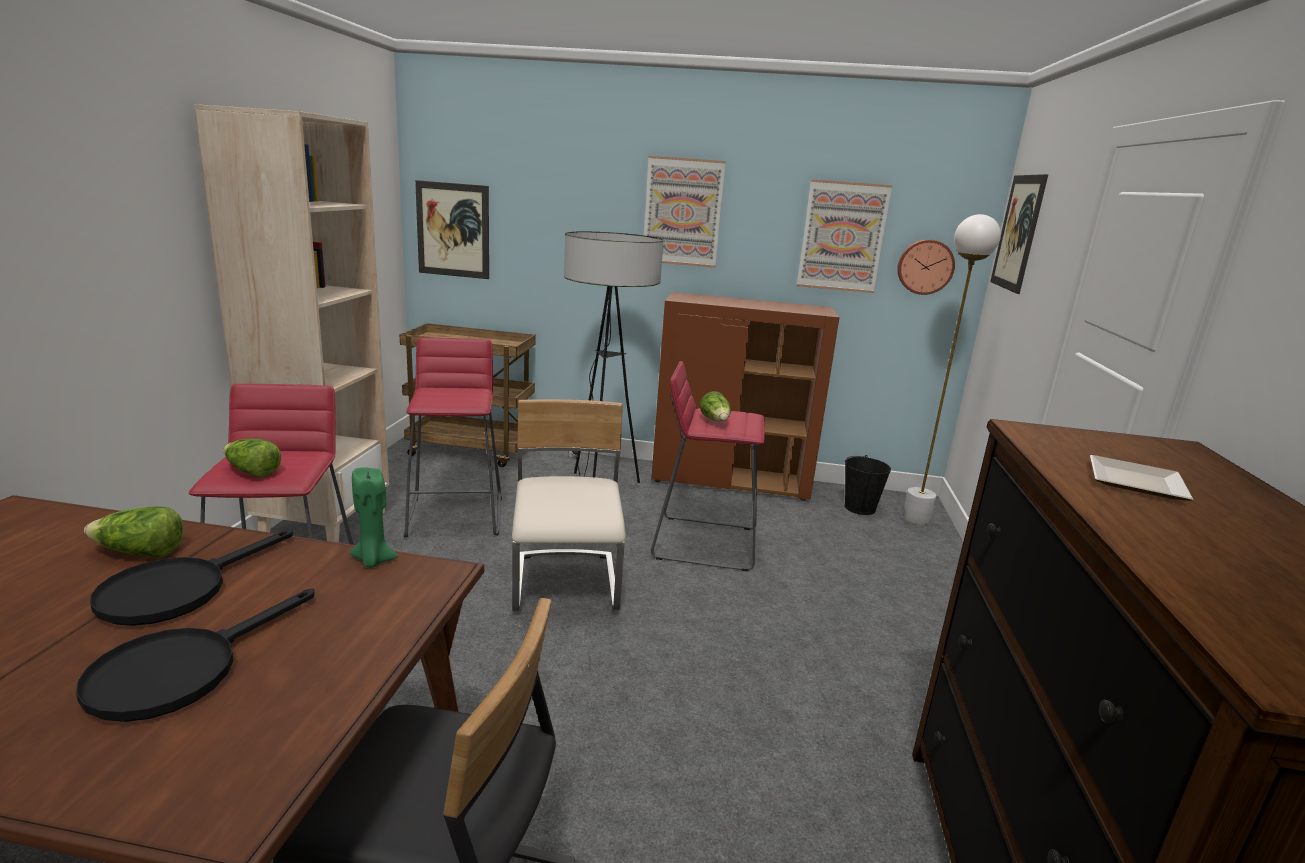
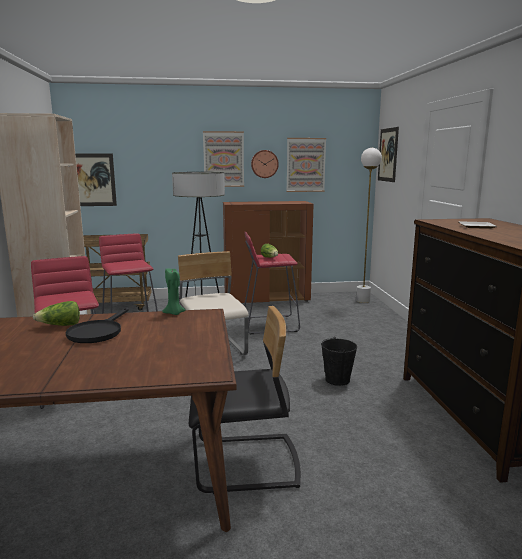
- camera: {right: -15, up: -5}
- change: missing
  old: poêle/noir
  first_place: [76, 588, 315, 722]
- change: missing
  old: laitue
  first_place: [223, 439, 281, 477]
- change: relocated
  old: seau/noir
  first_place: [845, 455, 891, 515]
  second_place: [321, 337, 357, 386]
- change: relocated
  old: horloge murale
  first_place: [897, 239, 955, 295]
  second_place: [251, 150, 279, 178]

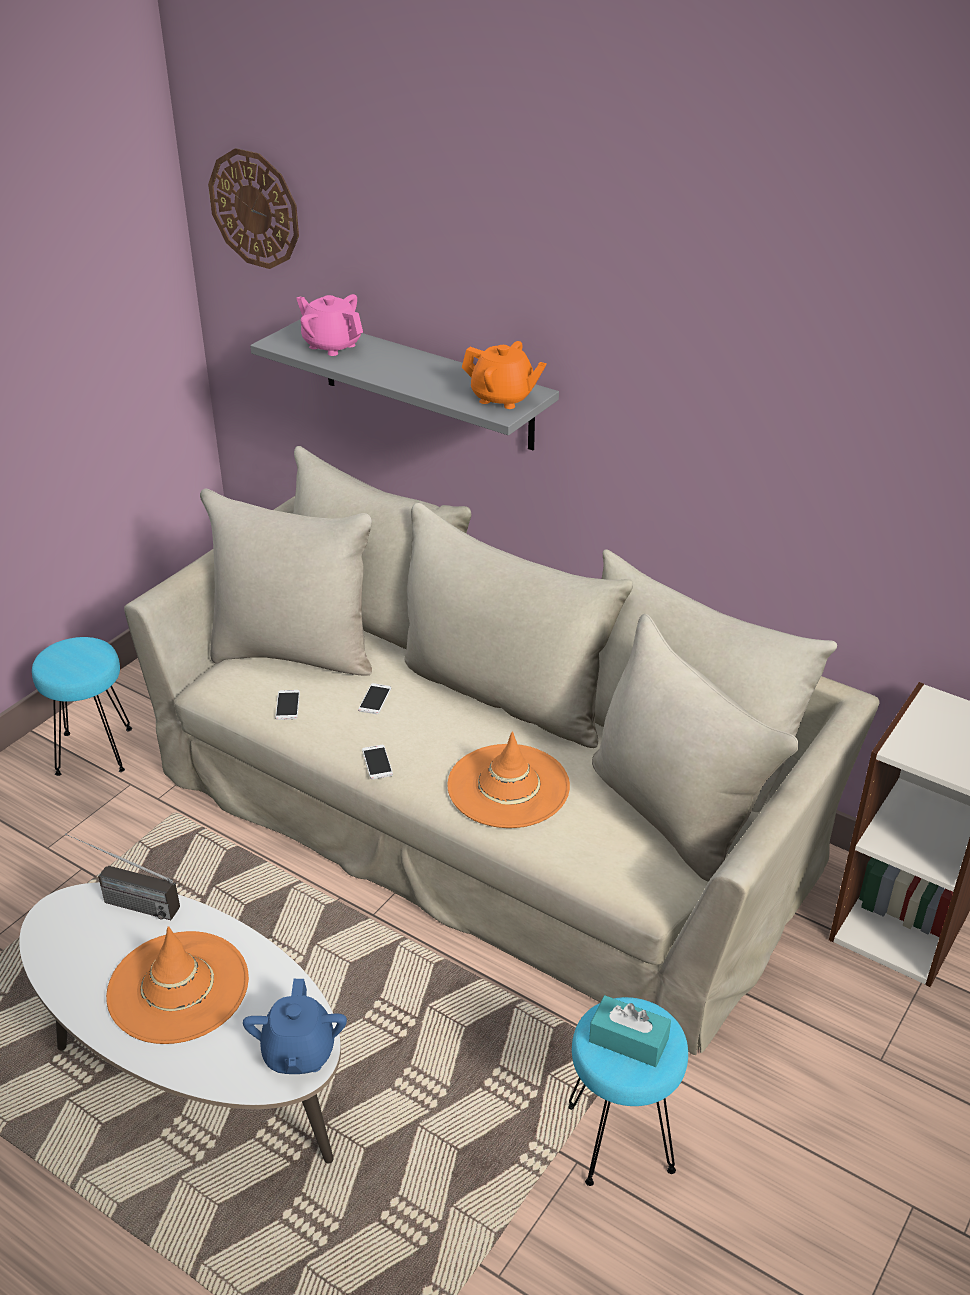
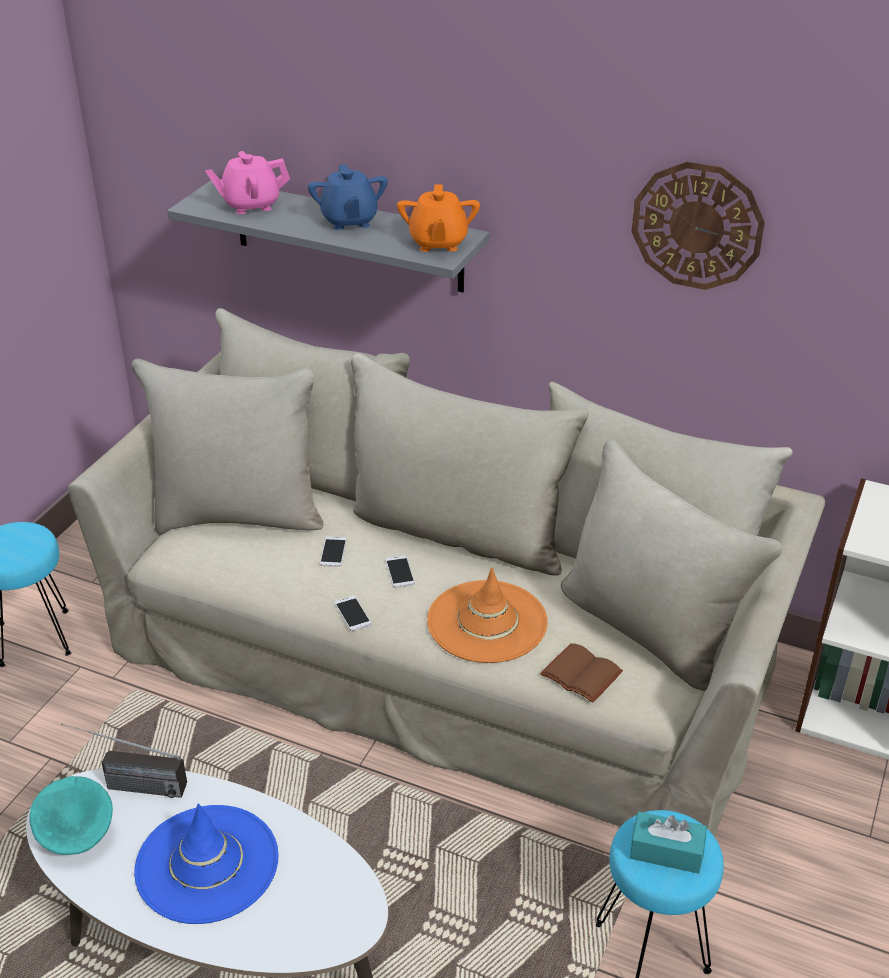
- camera: {right: -10, up: 0}
- change: colour
  old: chapeau/orange
  new: chapeau/bleu
  first_place: [106, 926, 249, 1044]
  second_place: [134, 803, 278, 924]
- change: relocated
  old: horloge murale
  first_place: [208, 148, 299, 269]
  second_place: [632, 161, 765, 290]
- change: relocated
  old: théière/bleu
  first_place: [243, 979, 347, 1074]
  second_place: [308, 164, 388, 230]
- change: relocated
  old: téléphone
  first_place: [275, 690, 300, 720]
  second_place: [385, 555, 415, 588]
- change: spun
  old: théière/rose
  first_place: [296, 294, 363, 356]
  second_place: [205, 151, 290, 214]
  degrees: -45
- change: spun
  old: théière/orange
  first_place: [462, 341, 547, 409]
  second_place: [397, 185, 480, 252]
  degrees: 75
- change: appeared
  new: bol/turquoise
  second_place: [29, 776, 113, 855]
- change: appeared
  new: livre/marron
  second_place: [540, 643, 623, 703]

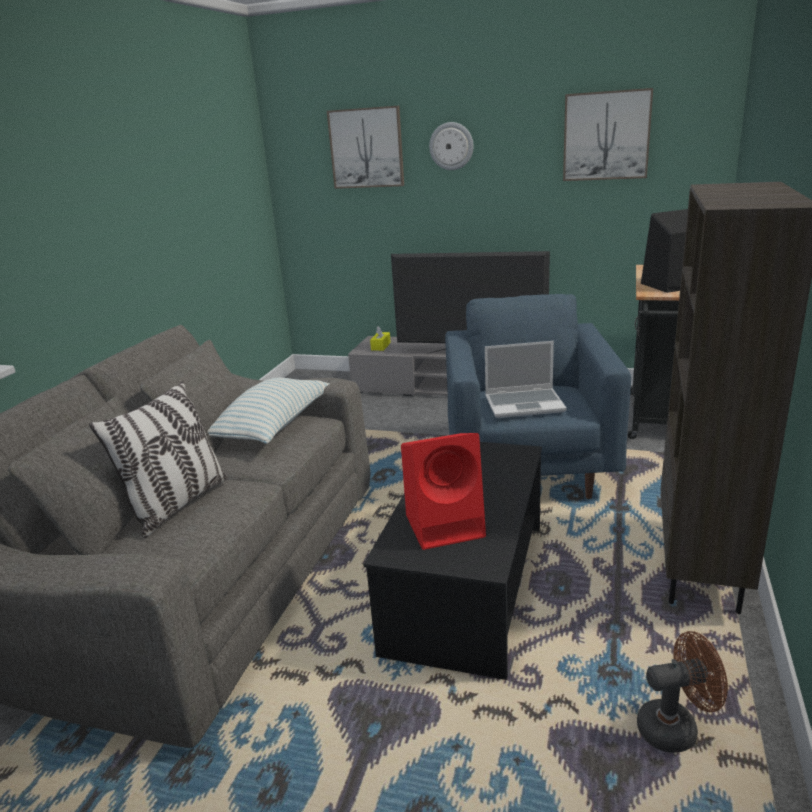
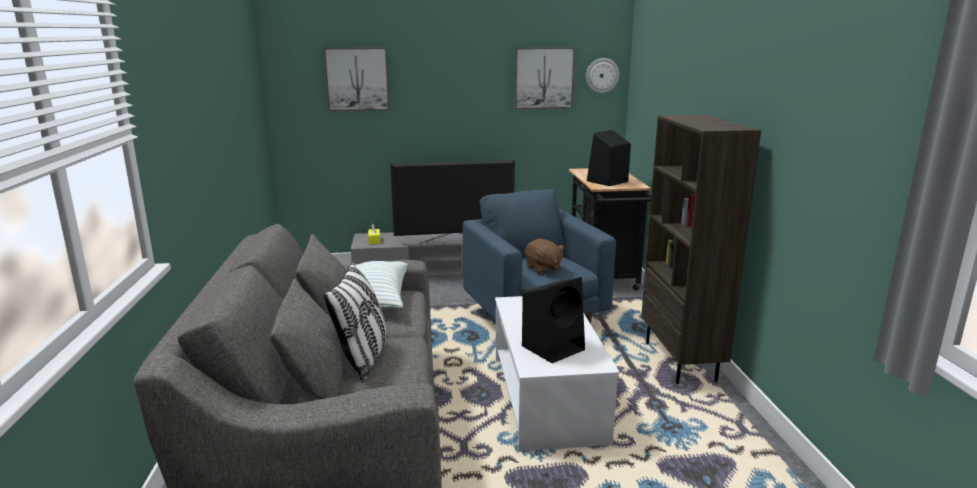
- camera: {right: -25, up: -5}
- change: colour
  old: table basse/noir
  new: table basse/blanc
  first_place: [363, 442, 542, 680]
  second_place: [495, 296, 620, 451]
- change: colour
  old: enceinte/rouge
  new: enceinte/noir
  first_place: [401, 433, 486, 550]
  second_place: [522, 277, 585, 363]
- change: relocated
  old: horloge murale
  first_place: [429, 122, 474, 170]
  second_place: [586, 58, 619, 93]
- change: exchanged
  old: ordinateur portable
  new: peluche/marron
  first_place: [485, 341, 567, 418]
  second_place: [525, 239, 564, 274]
- change: missing
  old: ventilateur/marron
  first_place: [637, 631, 728, 753]

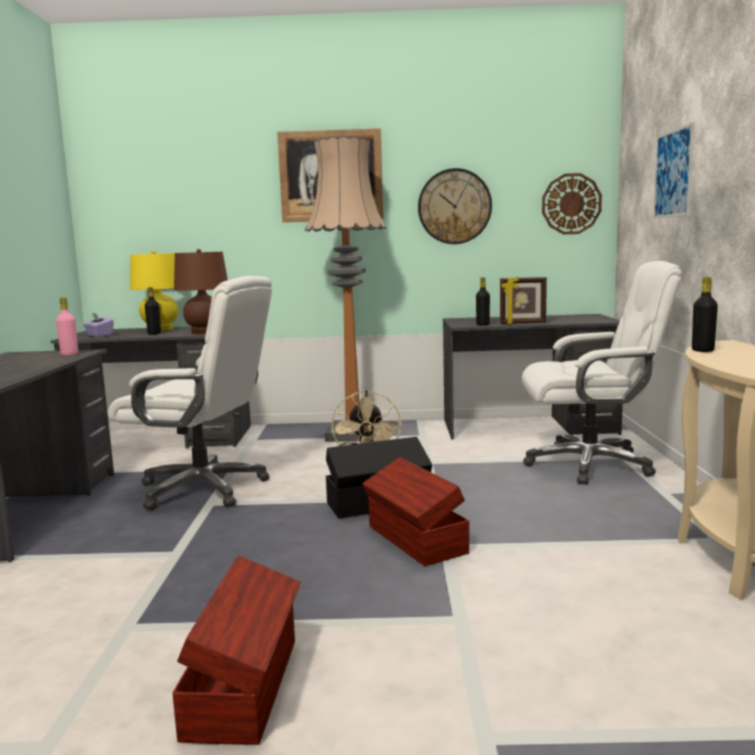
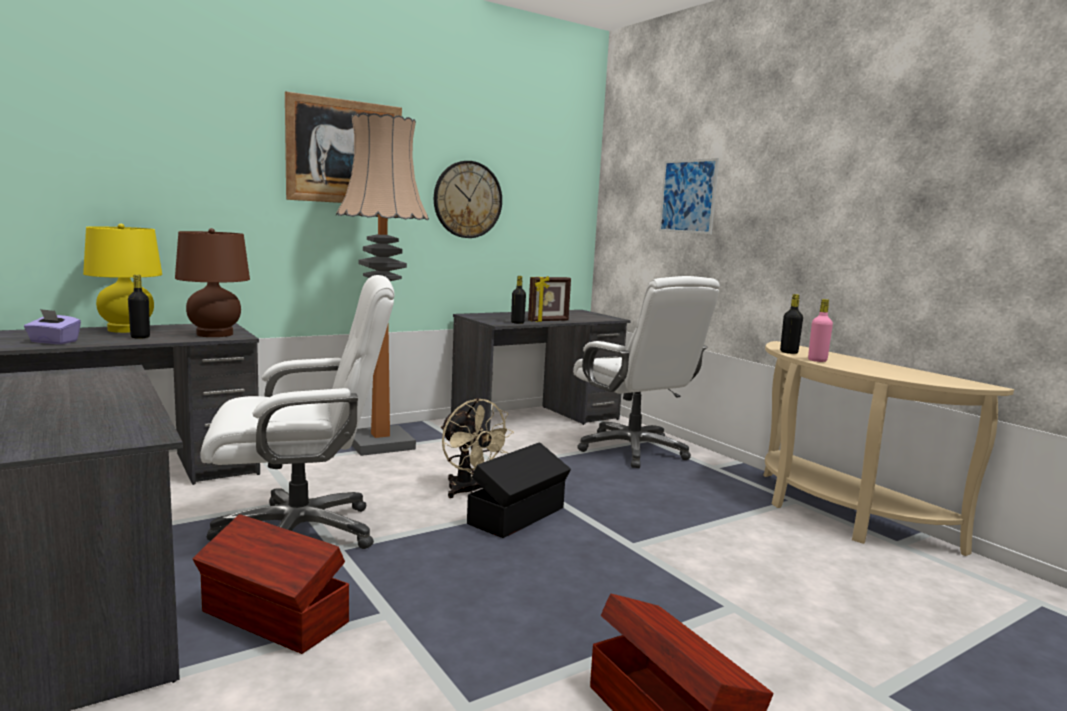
- camera: {right: -35, up: 0}
- change: relocated
  old: bouteille/rose
  first_place: [56, 298, 78, 356]
  second_place: [808, 299, 833, 362]
- change: relocated
  old: boîte de rangement/marron
  first_place: [362, 457, 469, 566]
  second_place: [192, 514, 349, 654]
- change: spun
  old: chaise de bureau/blanc
  first_place: [522, 261, 682, 485]
  second_place: [573, 276, 720, 468]
  degrees: 90
- change: missing
  old: horloge murale
  first_place: [542, 173, 602, 234]

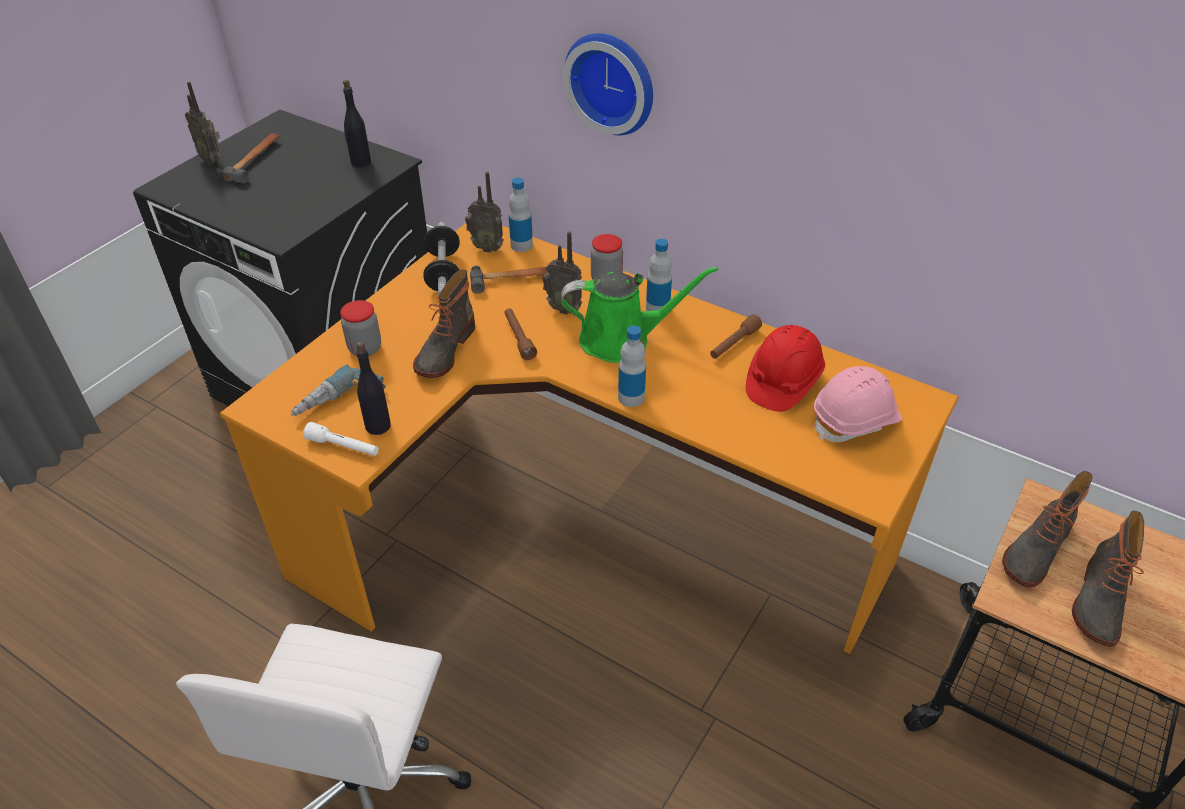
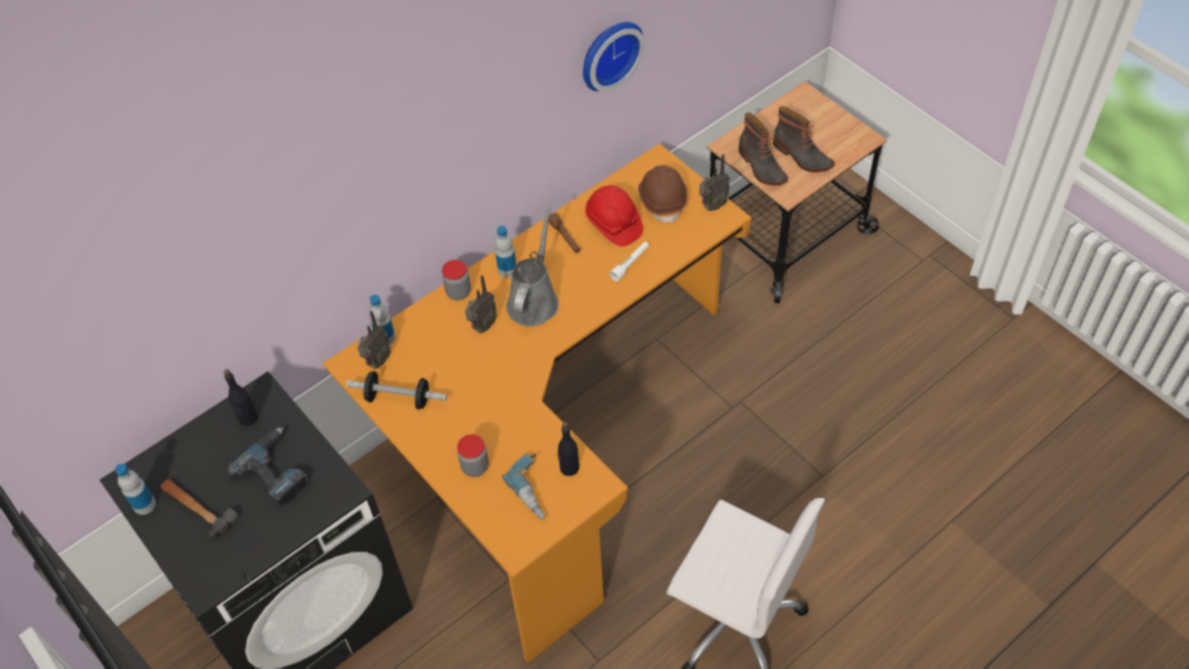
- camera: {right: -70, up: 10}
- change: relocated
  old: radio
  first_place: [185, 82, 222, 165]
  second_place: [699, 154, 730, 211]
- change: relocated
  old: lampe de poche/blanc
  first_place: [303, 422, 379, 456]
  second_place: [609, 242, 649, 281]
- change: missing
  old: botte
  first_place: [413, 269, 475, 378]
- change: missing
  old: marteau
  first_place: [470, 266, 547, 294]
- change: missing
  old: lampe de poche/marron
  first_place: [504, 308, 537, 360]
- change: colour
  old: arrosoir/vert
  new: arrosoir/gris
  first_place: [561, 266, 718, 363]
  second_place: [506, 206, 559, 327]
- change: relocated
  old: horloge murale
  first_place: [563, 33, 653, 135]
  second_place: [583, 22, 645, 92]
- change: relocated
  old: bouteille
  first_place: [618, 326, 646, 407]
  second_place: [115, 463, 156, 515]
- change: colour
  old: casque de chantier/rose
  new: casque de chantier/marron
  first_place: [814, 366, 902, 442]
  second_place: [638, 165, 688, 223]
- change: appeared
  new: perceuse
  second_place: [227, 427, 309, 507]

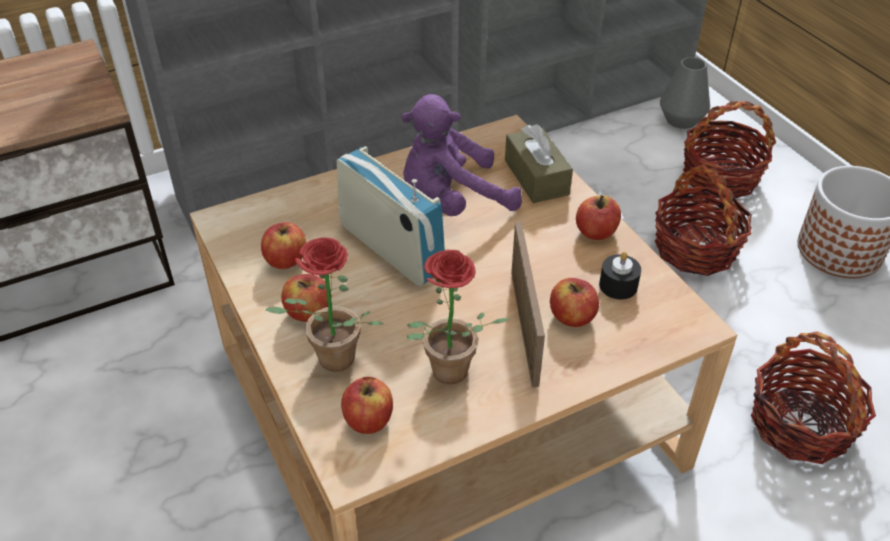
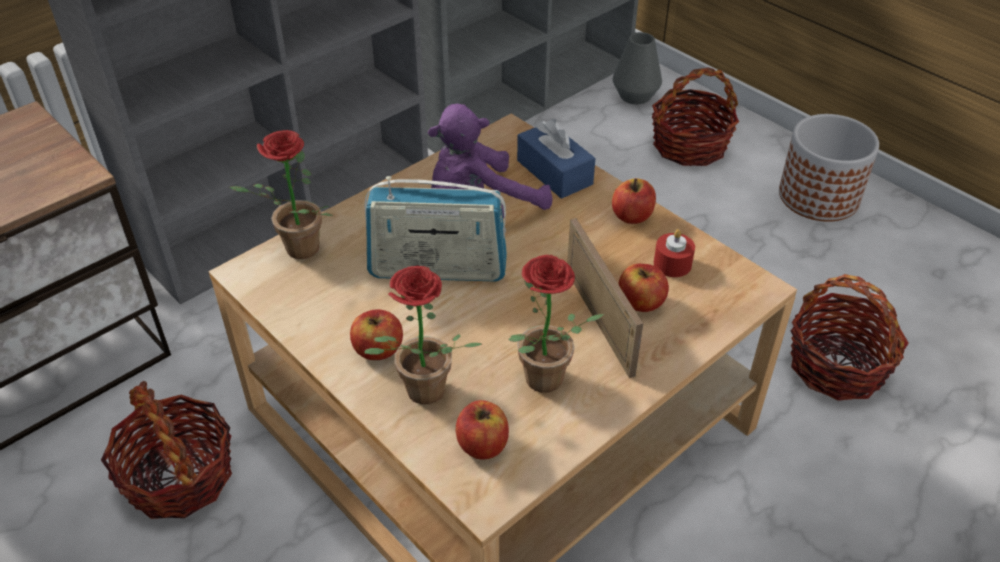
- camera: {right: -15, up: 0}
- change: missing
  old: pomme
  first_place: [261, 222, 306, 269]
- change: spun
  old: radio
  first_place: [337, 146, 445, 286]
  second_place: [364, 176, 507, 282]
  degrees: 150
- change: colour
  old: boîte à mouchoirs/marron
  new: boîte à mouchoirs/bleu
  first_place: [505, 124, 573, 203]
  second_place: [517, 119, 596, 199]
- change: colour
  old: bougie/noir
  new: bougie/rouge
  first_place: [599, 252, 641, 300]
  second_place: [654, 229, 695, 277]
- change: relocated
  old: panier
  first_place: [655, 163, 752, 276]
  second_place: [101, 381, 232, 519]
- change: appeared
  new: plante en pot
  second_place: [229, 130, 333, 259]

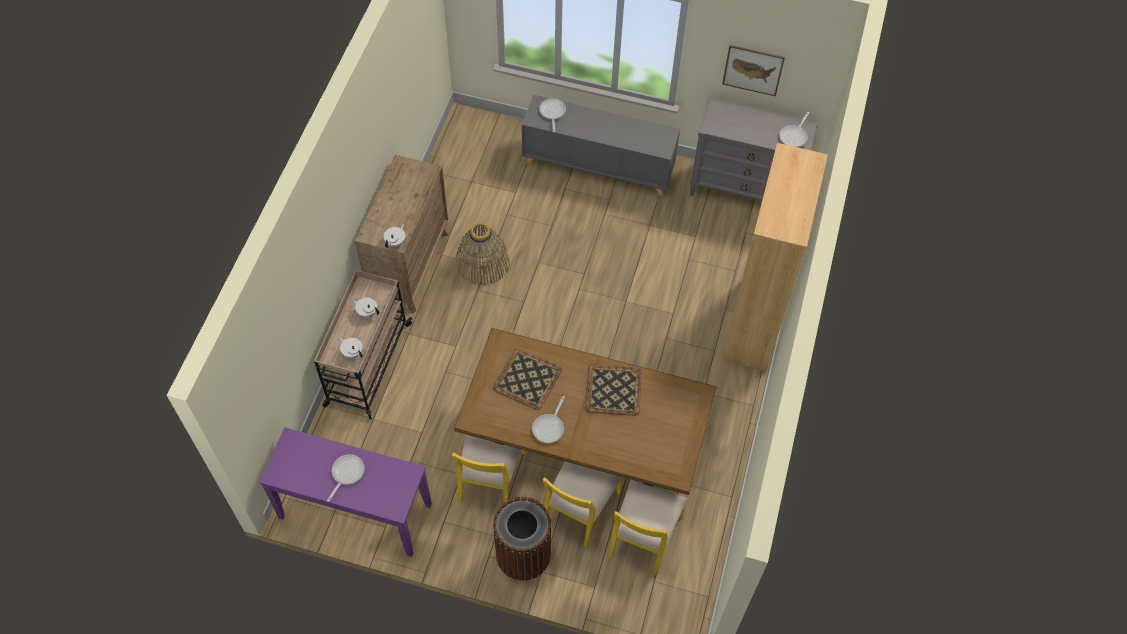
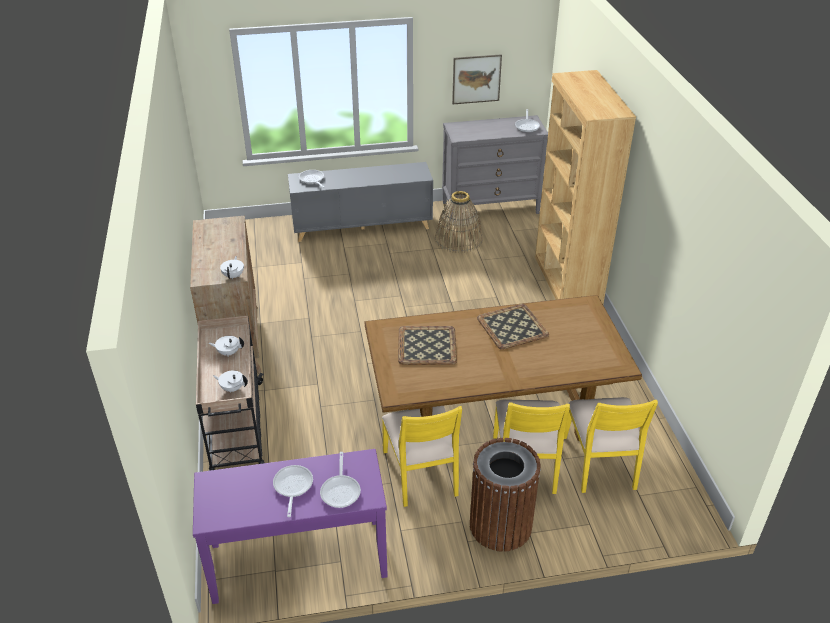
- camera: {right: -25, up: -20}
- change: relocated
  old: panier
  first_place: [456, 222, 510, 285]
  second_place: [435, 191, 483, 253]
- change: relocated
  old: poêle
  first_place: [532, 396, 565, 443]
  second_place: [320, 452, 361, 508]

